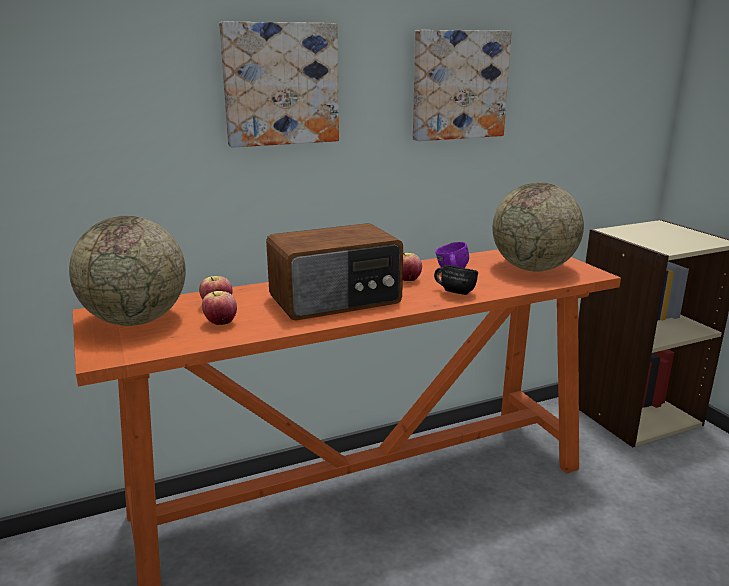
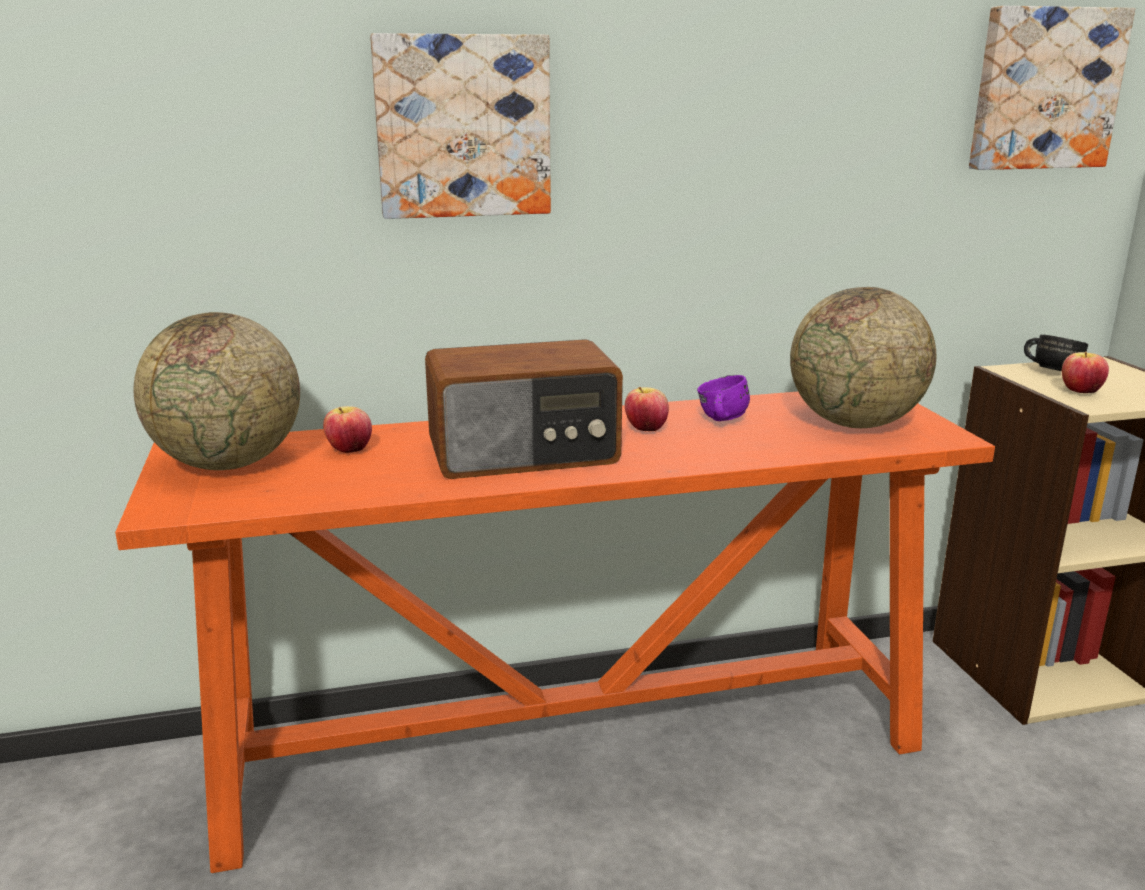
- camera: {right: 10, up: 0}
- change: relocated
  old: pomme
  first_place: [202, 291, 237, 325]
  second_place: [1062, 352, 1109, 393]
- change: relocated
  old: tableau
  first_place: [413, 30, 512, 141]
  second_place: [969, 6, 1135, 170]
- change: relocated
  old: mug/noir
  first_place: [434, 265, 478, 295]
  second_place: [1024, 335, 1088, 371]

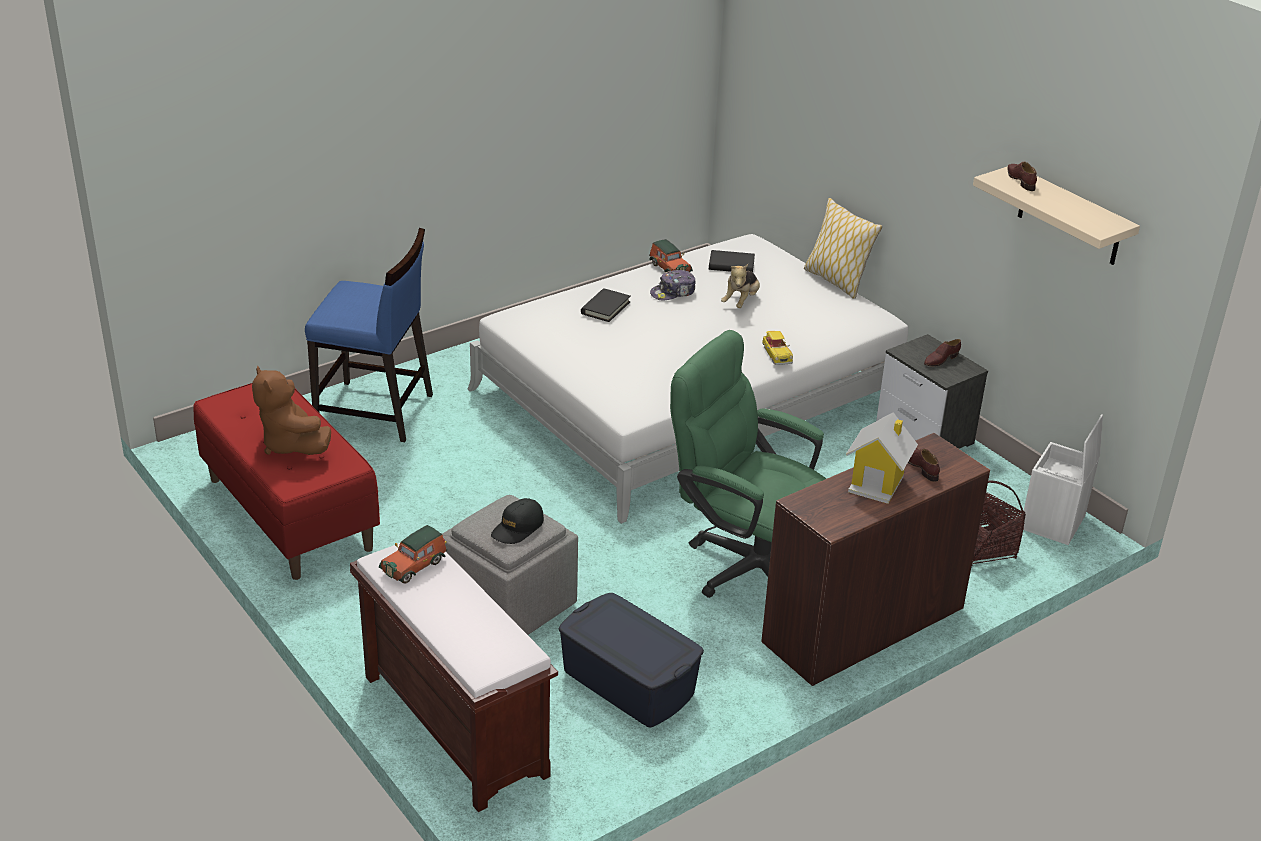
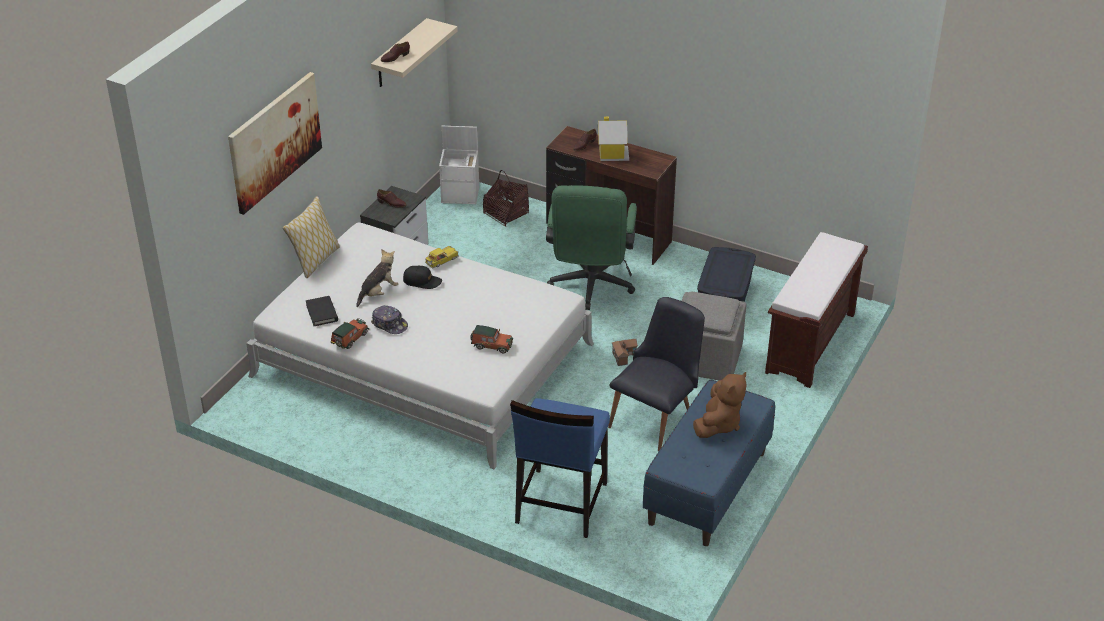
- camera: {right: -115, up: 5}
- change: colour
  old: banc/rouge
  new: banc/bleu
  first_place: [193, 383, 380, 580]
  second_place: [643, 379, 775, 546]
- change: spun
  old: chaise/bleu
  first_place: [305, 228, 433, 442]
  second_place: [510, 398, 610, 538]
  degrees: -150
- change: relocated
  old: petite voiture
  first_place: [379, 525, 447, 584]
  second_place: [470, 325, 513, 354]
- change: relocated
  old: casquette/noir
  first_place: [491, 498, 544, 544]
  second_place: [403, 266, 442, 289]
- change: missing
  old: livre/noir
  first_place: [581, 288, 631, 322]
- change: spun
  old: peluche
  first_place: [721, 264, 760, 308]
  second_place: [356, 249, 398, 307]
  degrees: -45
- change: appeared
  new: tableau
  second_place: [228, 72, 322, 215]
- change: appeared
  new: chaise/noir
  second_place: [608, 297, 705, 451]
- change: appeared
  new: maison miniature
  second_place: [612, 339, 638, 366]

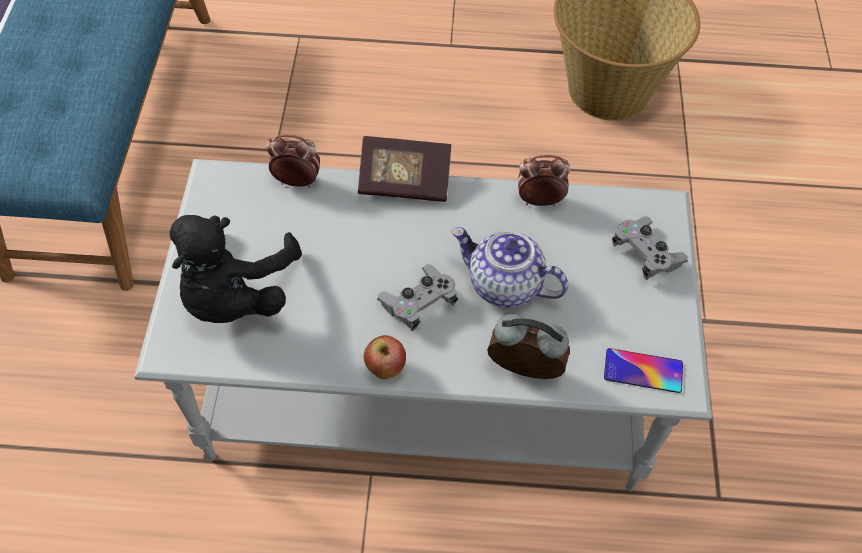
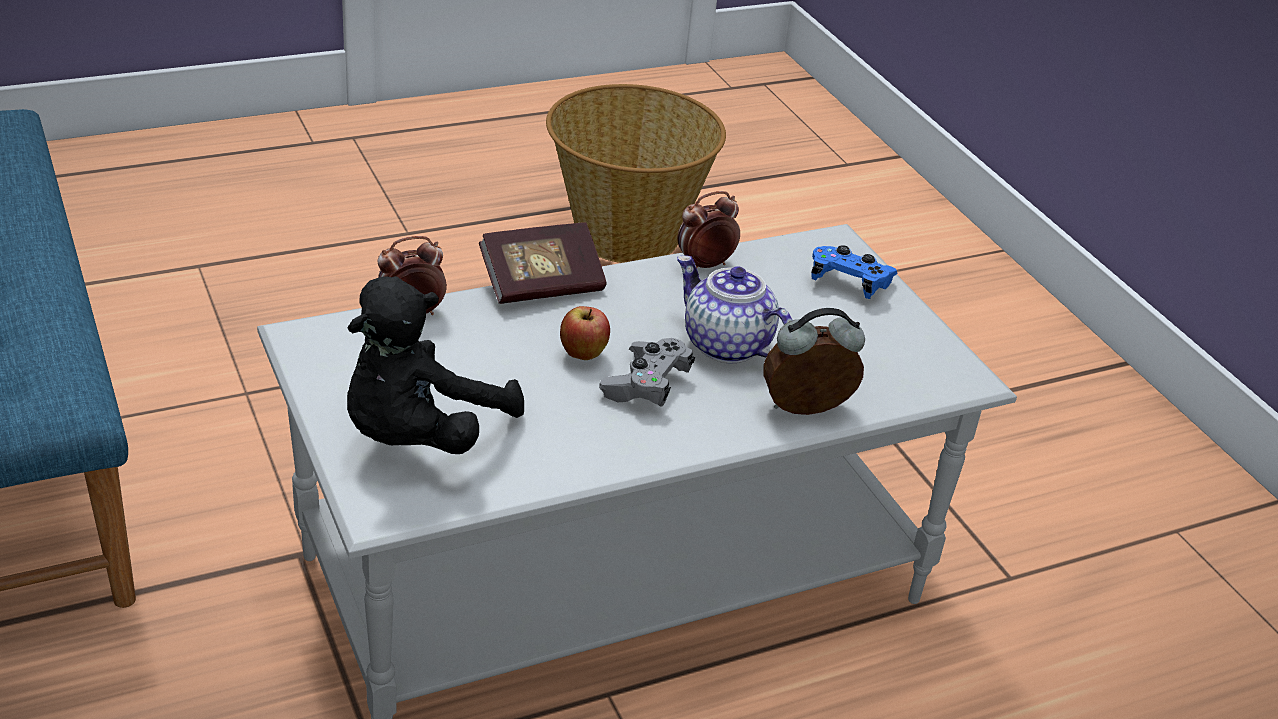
- camera: {right: -30, up: -20}
- change: spun
  old: peluche/noir
  first_place: [170, 215, 302, 323]
  second_place: [347, 276, 524, 454]
  degrees: 45
- change: relocated
  old: pomme
  first_place: [364, 335, 406, 379]
  second_place: [560, 306, 610, 360]
- change: spun
  old: théière
  first_place: [451, 227, 568, 307]
  second_place: [677, 255, 792, 363]
  degrees: 45
- change: missing
  old: téléphone
  first_place: [604, 348, 683, 393]
- change: colour
  old: manette/gris
  new: manette/bleu
  first_place: [612, 216, 688, 280]
  second_place: [811, 245, 897, 299]

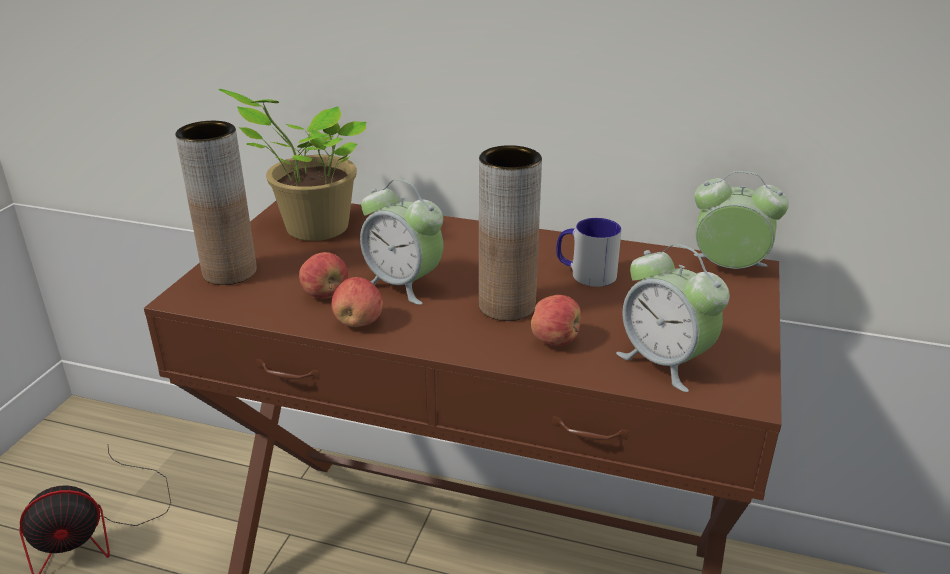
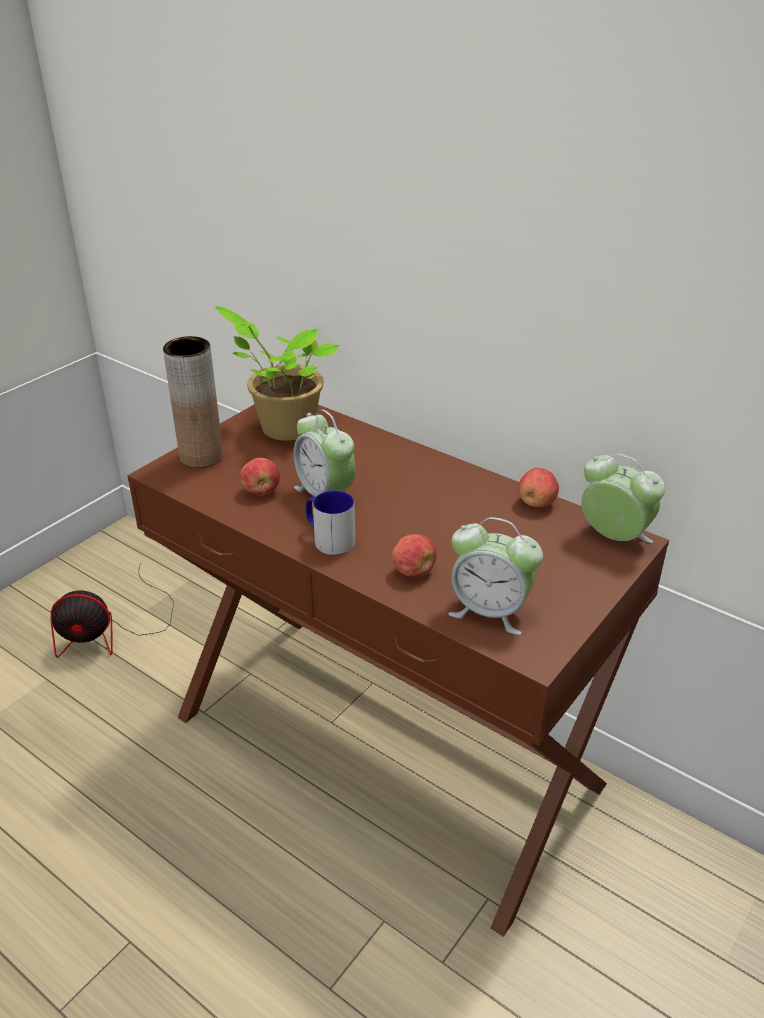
- camera: {right: 20, up: 5}
- change: relocated
  old: pomme
  first_place: [331, 277, 383, 327]
  second_place: [518, 468, 559, 507]
- change: missing
  old: vase/marron
  first_place: [479, 145, 542, 321]
- change: relocated
  old: mug
  first_place: [556, 218, 621, 287]
  second_place: [306, 490, 355, 555]
- change: spun
  old: réveil
  first_place: [616, 244, 730, 392]
  second_place: [448, 517, 543, 635]
  degrees: -45

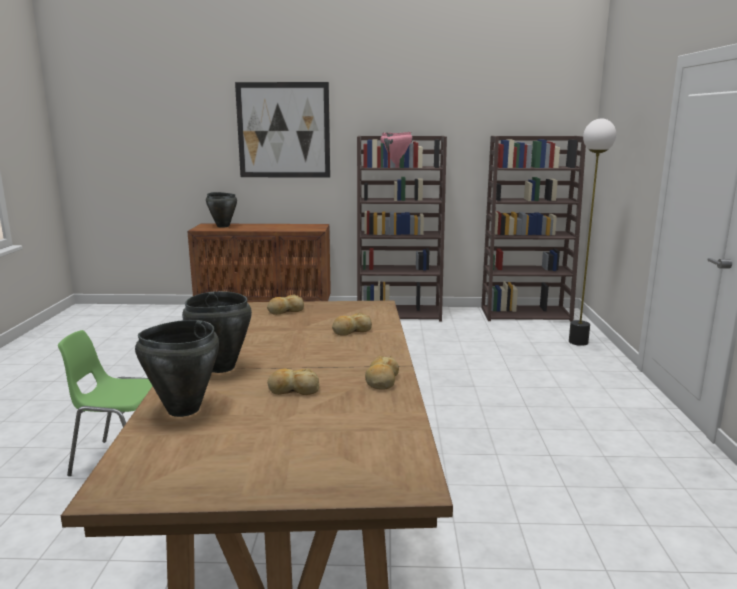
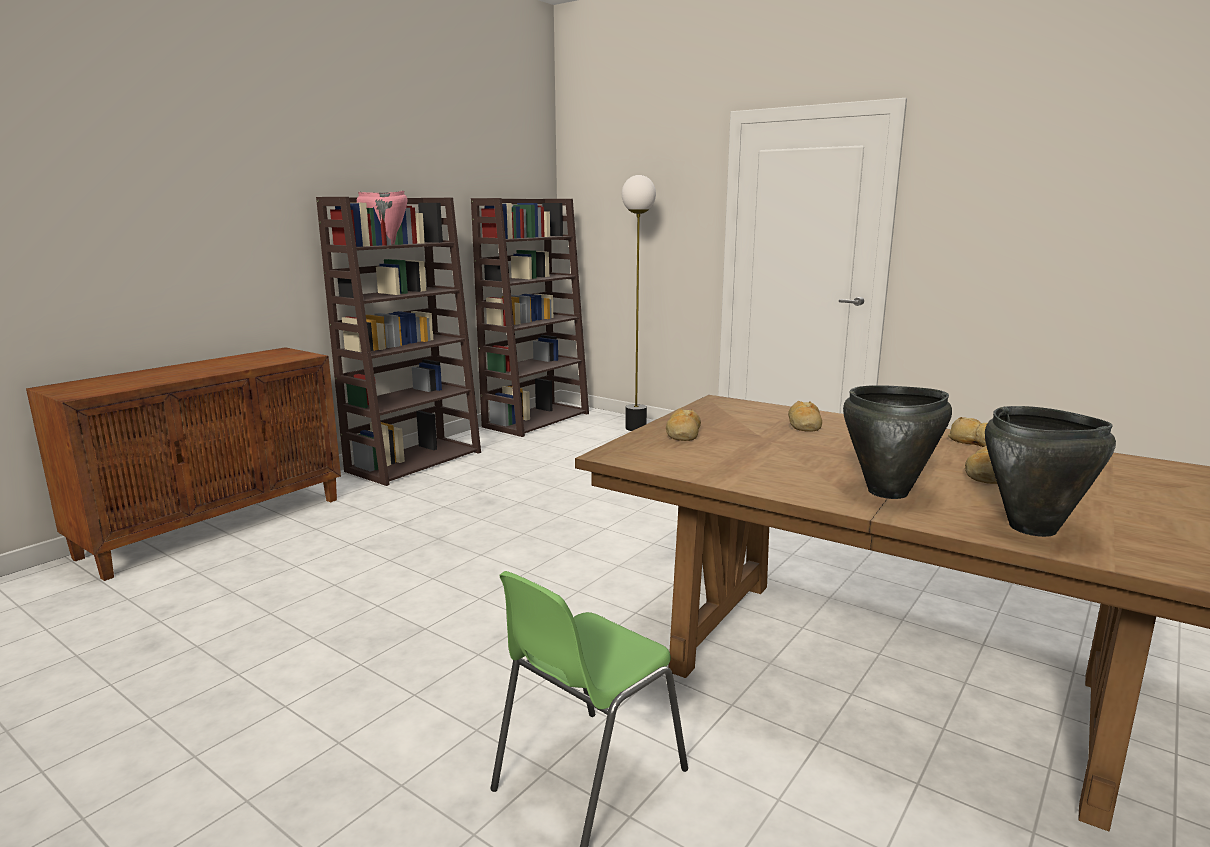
- camera: {right: -55, up: 0}
- change: missing
  old: marmite/noir
  first_place: [206, 192, 237, 228]
- change: missing
  old: tableau
  first_place: [235, 82, 330, 178]

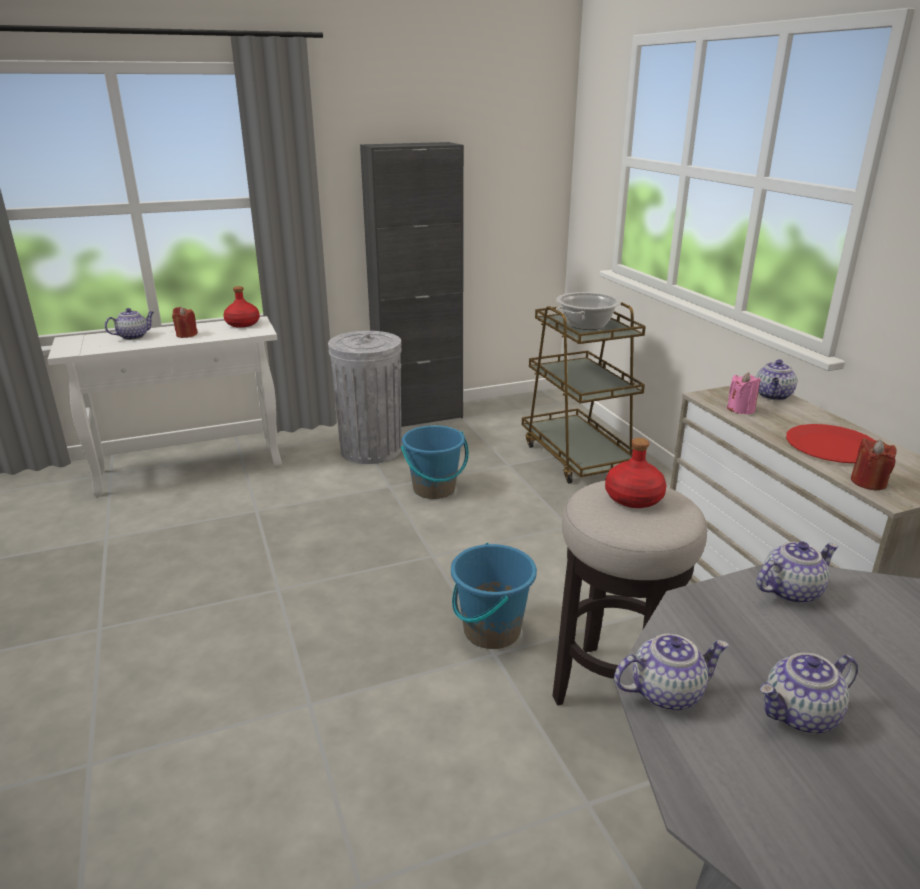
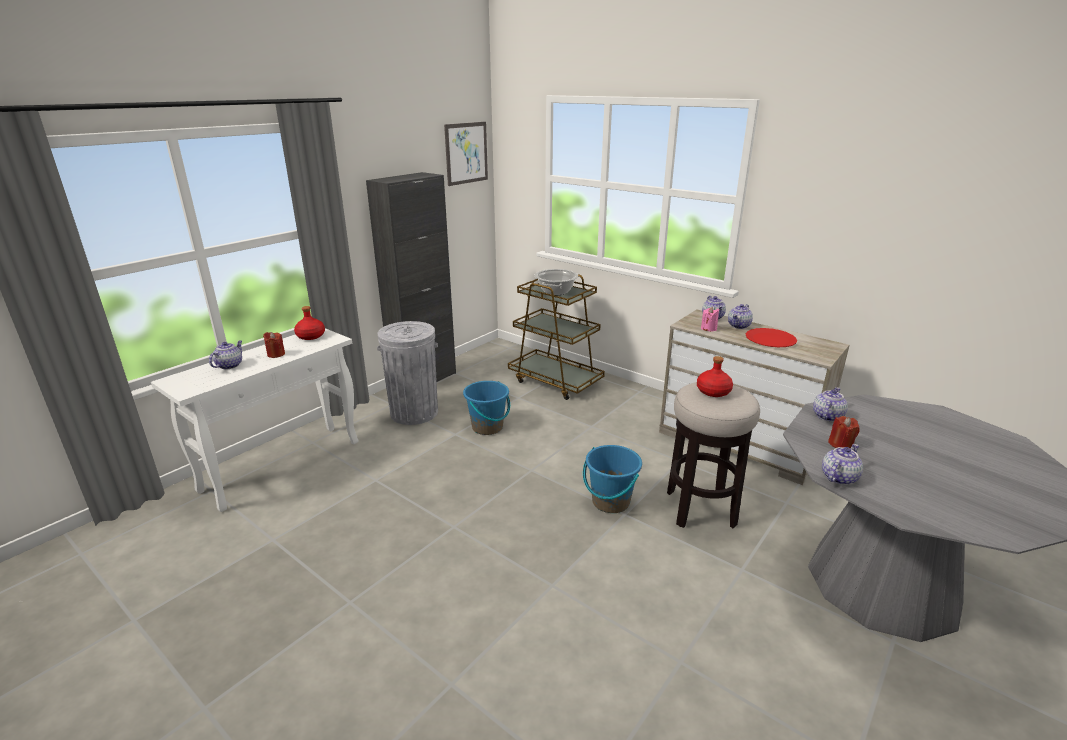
- camera: {right: -30, up: 0}
- change: relocated
  old: théière
  first_place: [760, 653, 858, 734]
  second_place: [728, 304, 753, 329]
- change: relocated
  old: bougie/rouge
  first_place: [851, 438, 897, 490]
  second_place: [828, 416, 860, 448]
- change: appeared
  new: tableau
  second_place: [444, 122, 488, 186]

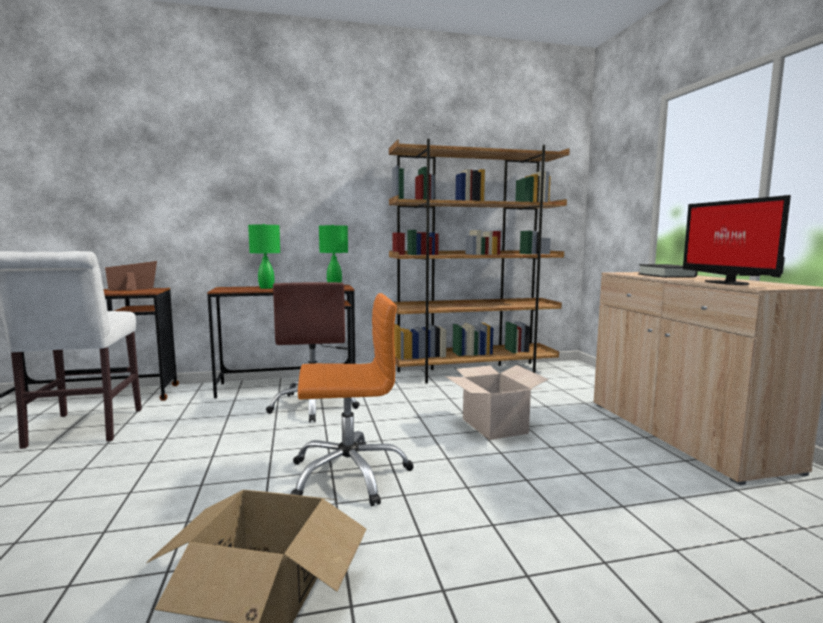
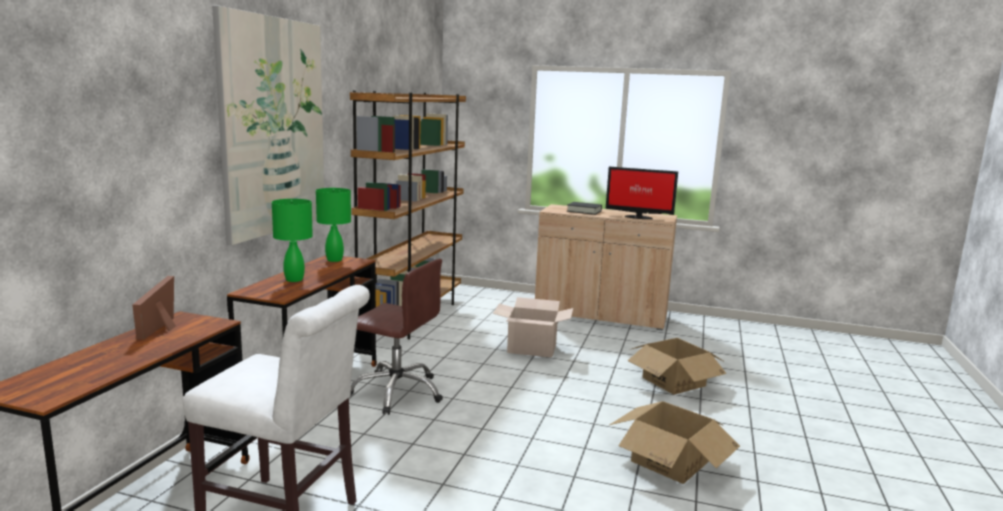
- camera: {right: -60, up: 5}
- change: missing
  old: chaise de bureau/orange
  first_place: [290, 293, 413, 506]
- change: appeared
  new: tableau
  second_place: [212, 6, 324, 245]
- change: appeared
  new: carton
  second_place: [628, 338, 726, 395]

